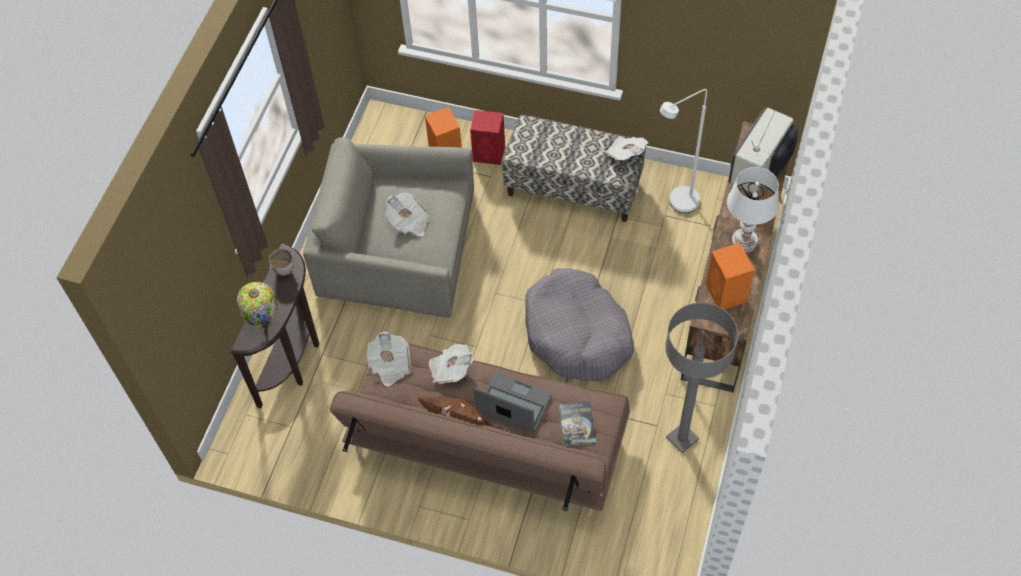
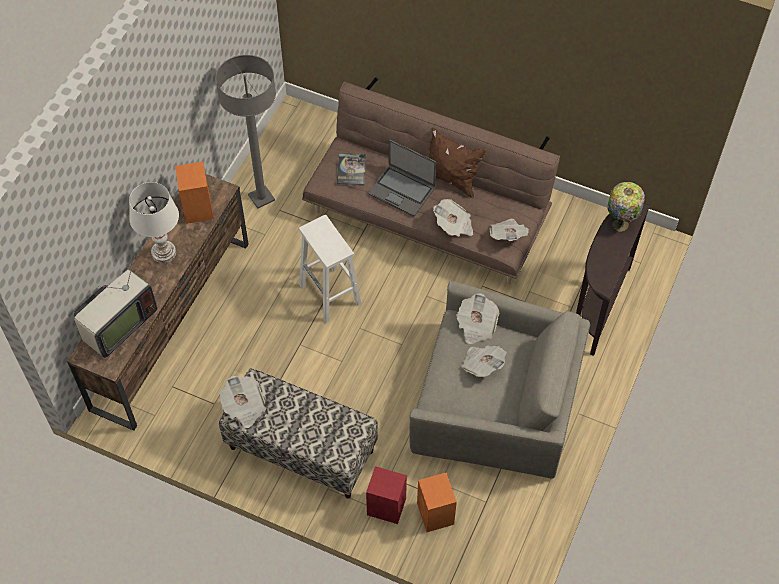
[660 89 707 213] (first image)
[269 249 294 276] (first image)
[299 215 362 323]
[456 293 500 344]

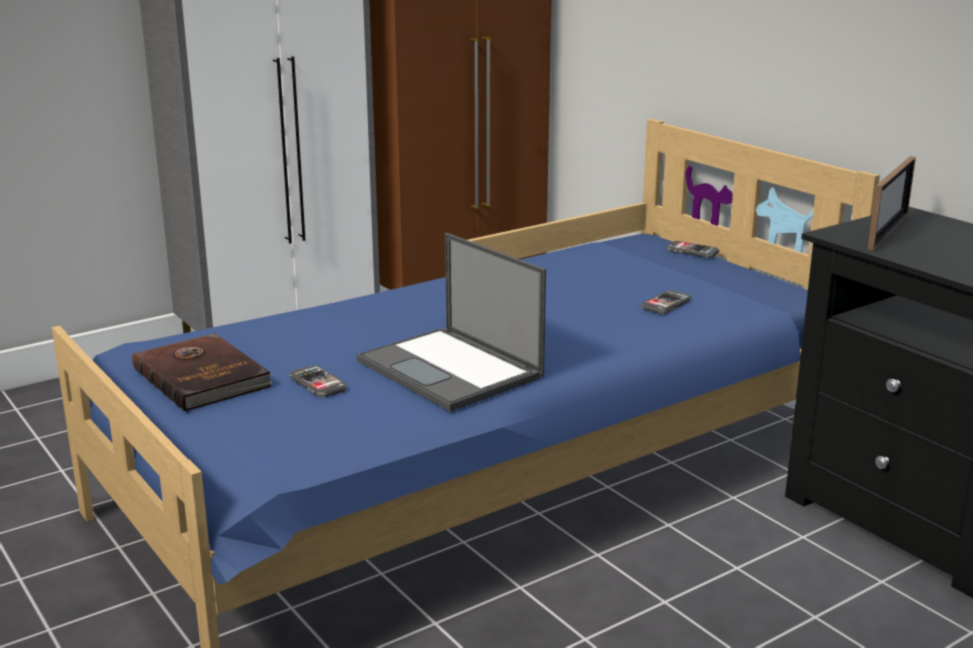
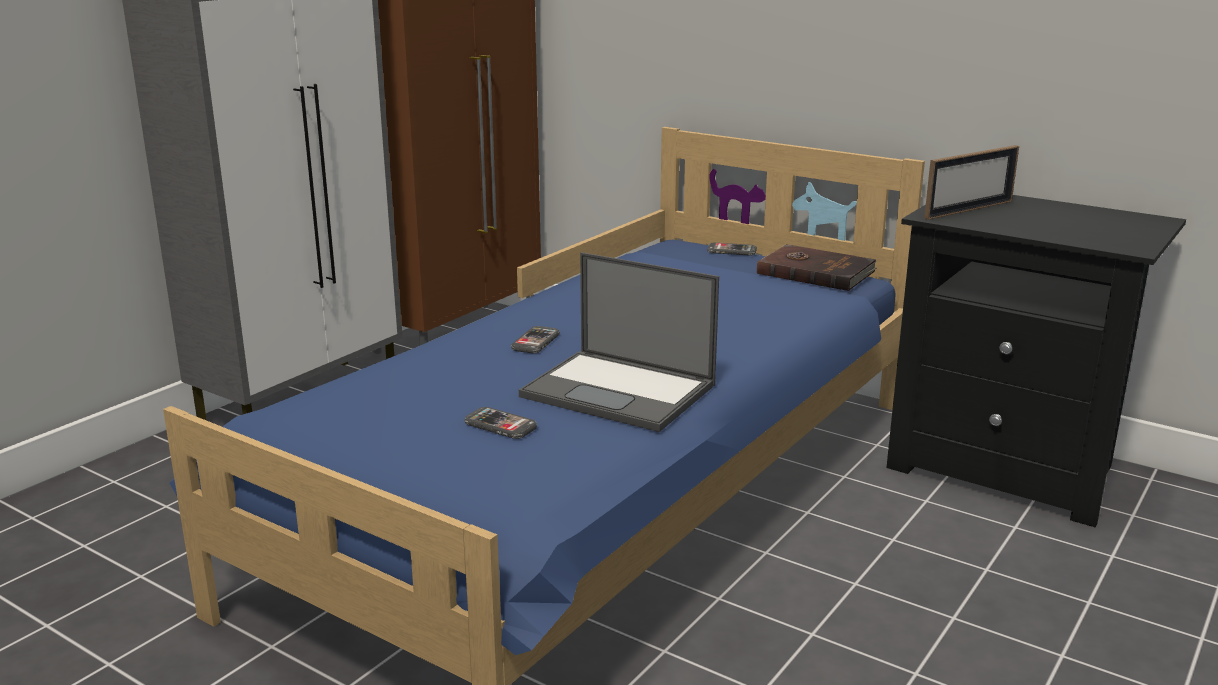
[924 145 1019 220]
[511 326 560 353]
[757 244 877 291]

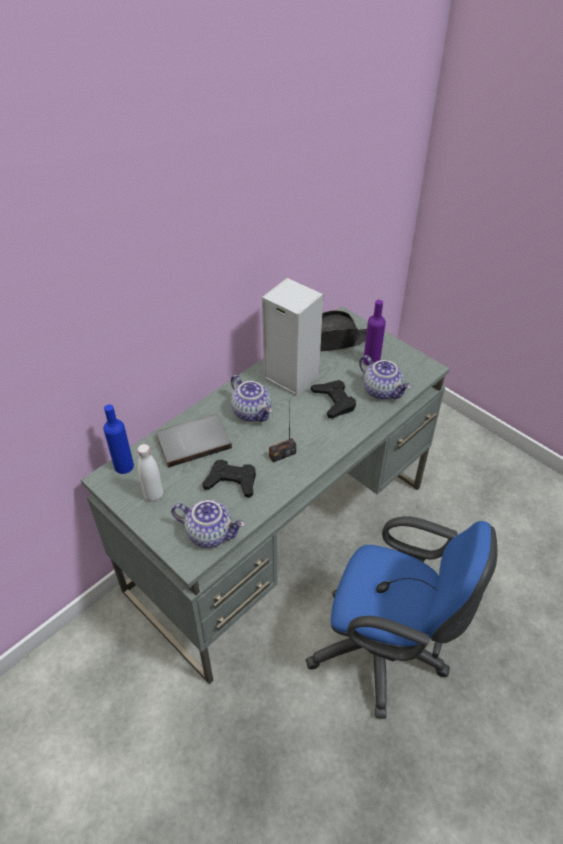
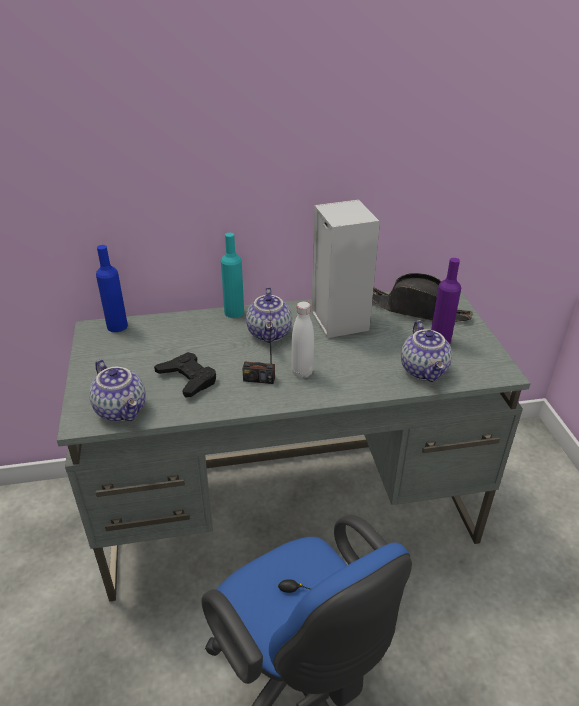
[311 380 356 418] (first image)
[156 414 232 468] (first image)
[291 301 314 378]
[221 233 244 318]

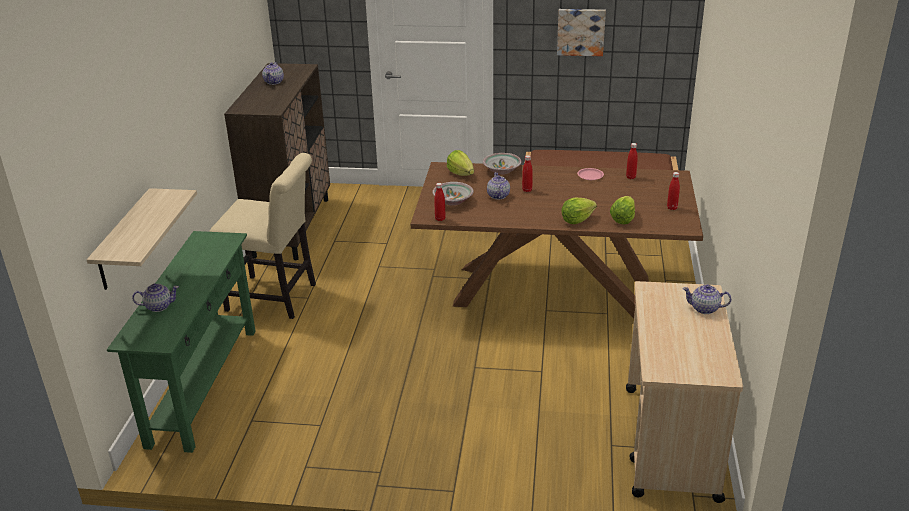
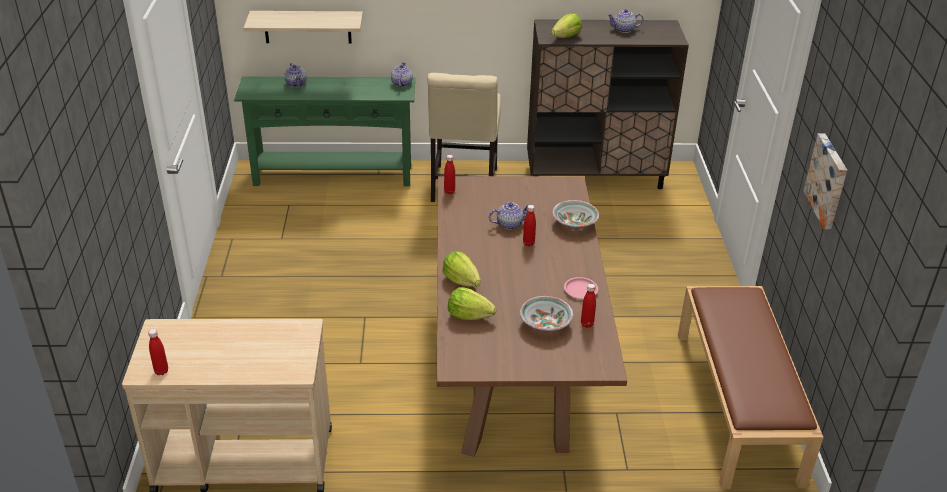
[551 13 582 38]
[148 329 168 375]
[520 296 574 332]
[391 62 413 87]

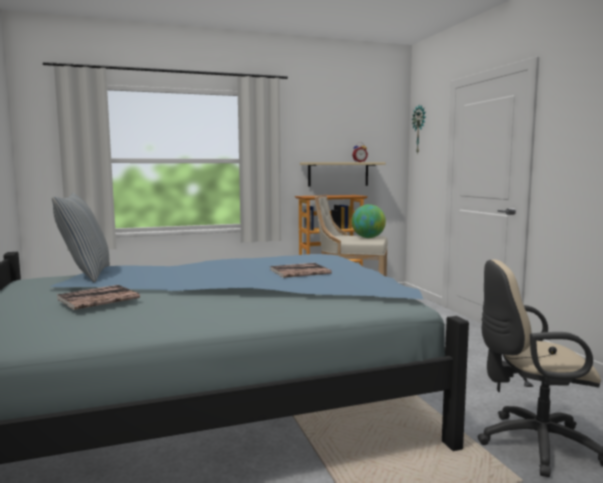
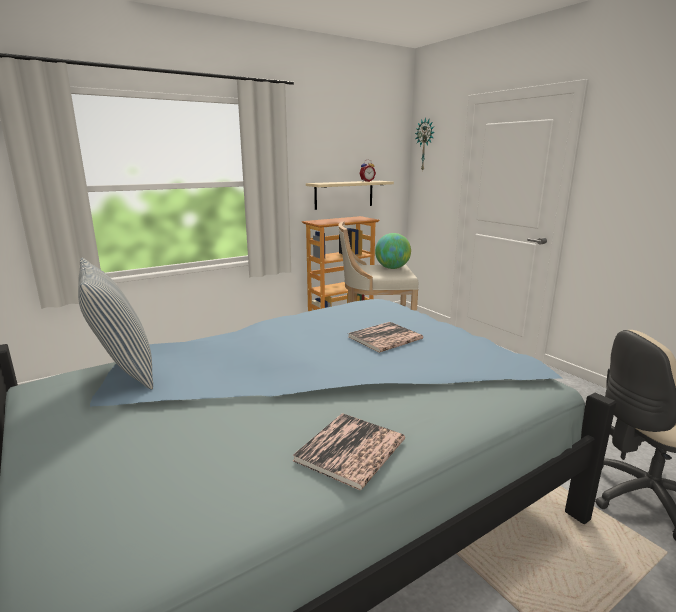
[292 413 405 490]

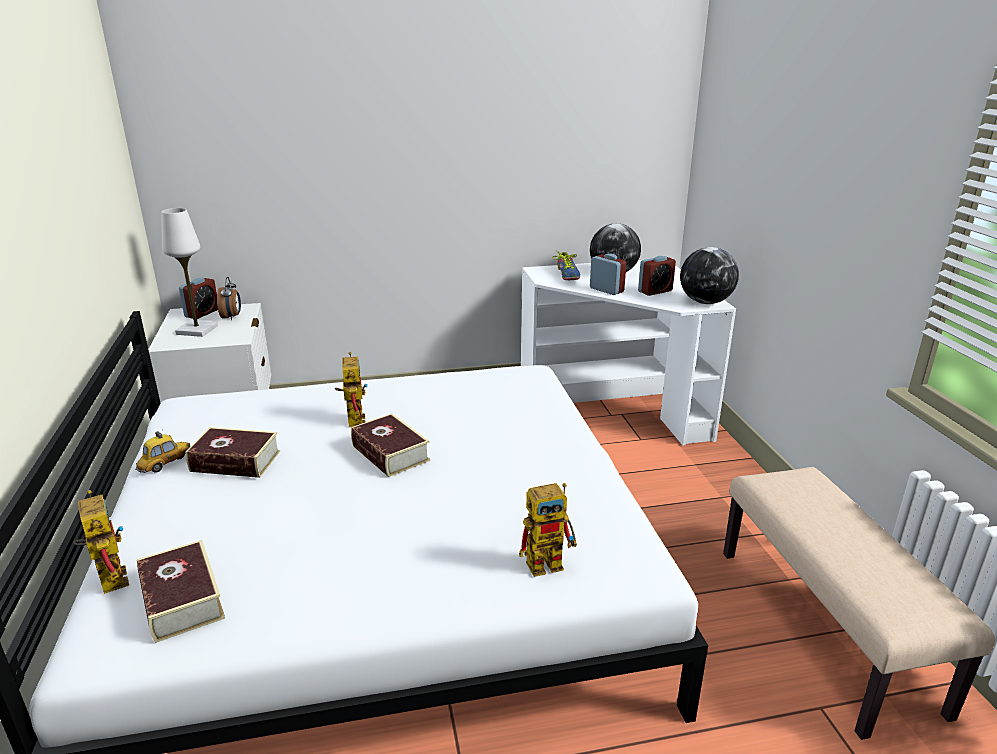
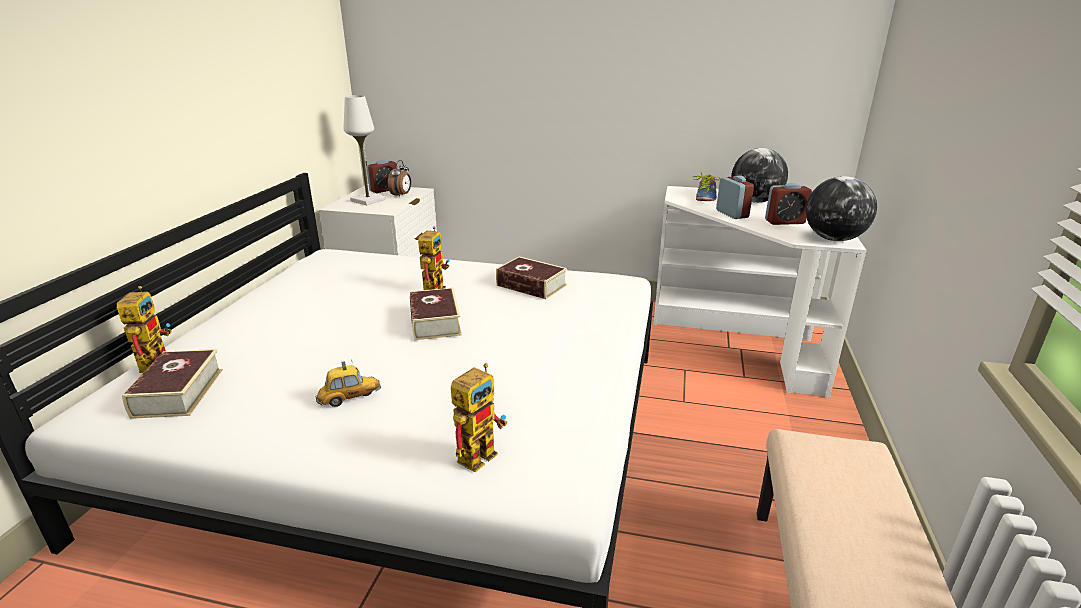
[496 257 567 299]
[316 360 381 407]
[451 363 507 472]

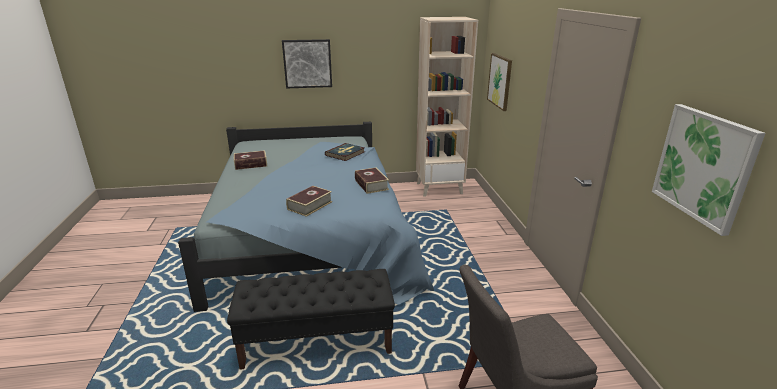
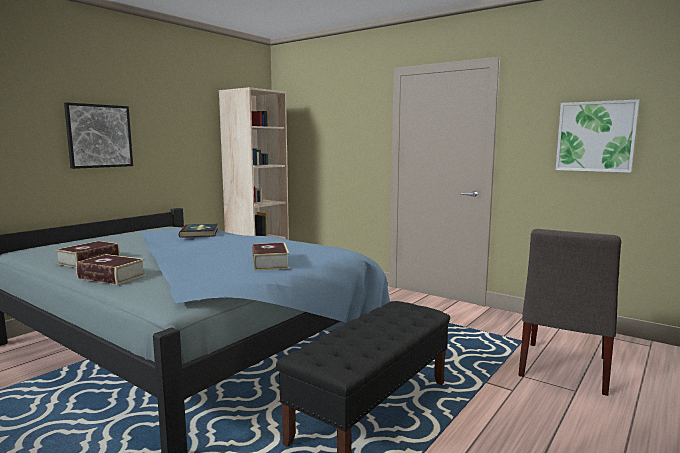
[487 53 512 111] (first image)
[76 254 146 285]

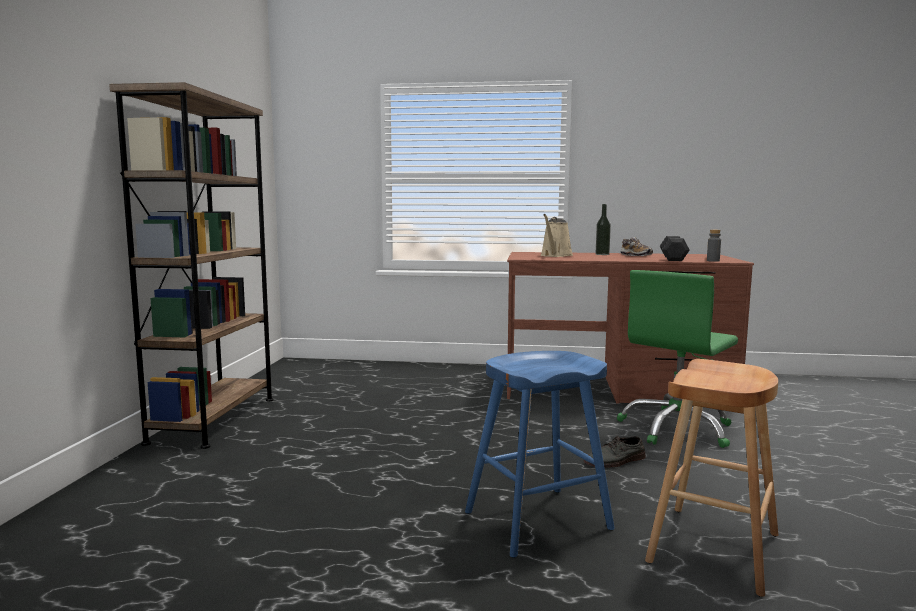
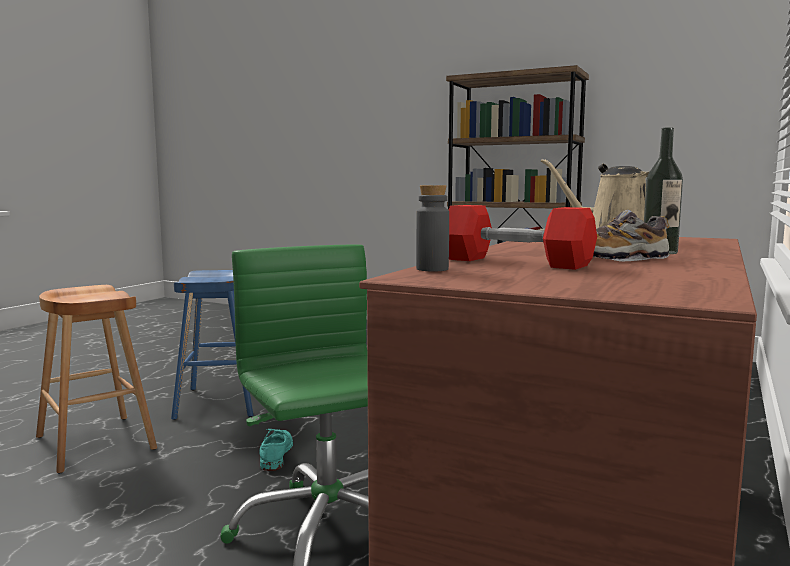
[448 205 597 270]
[259 429 293 471]

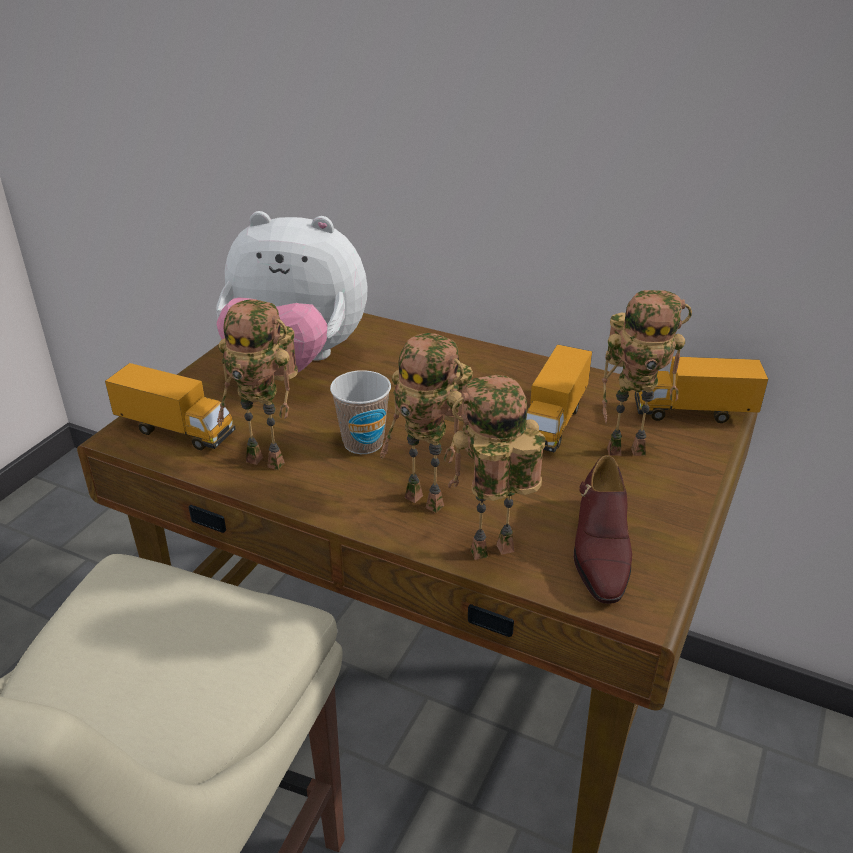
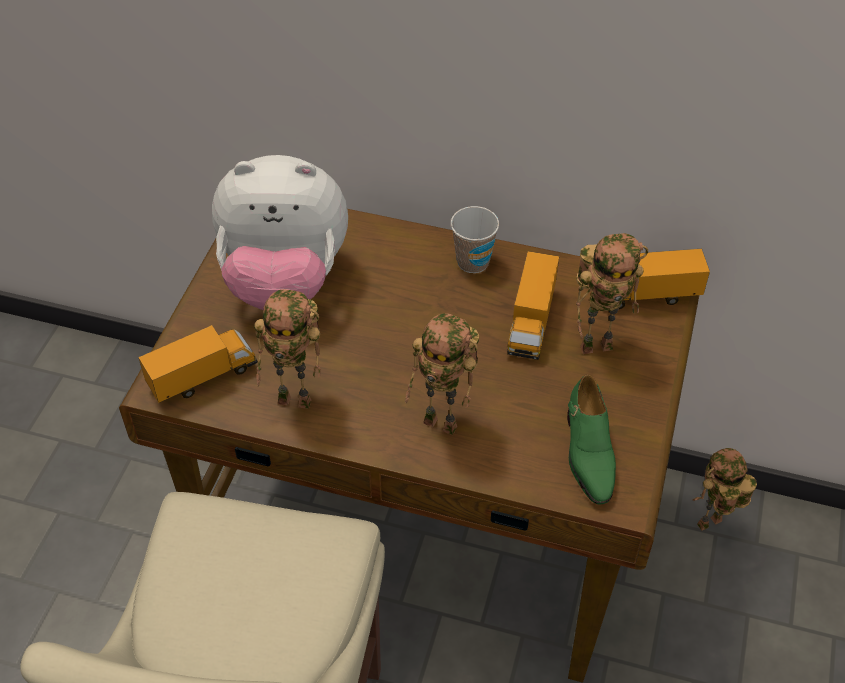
[138 325 258 403]
[451 206 499 273]
[692 448 757 531]
[567 374 616 504]

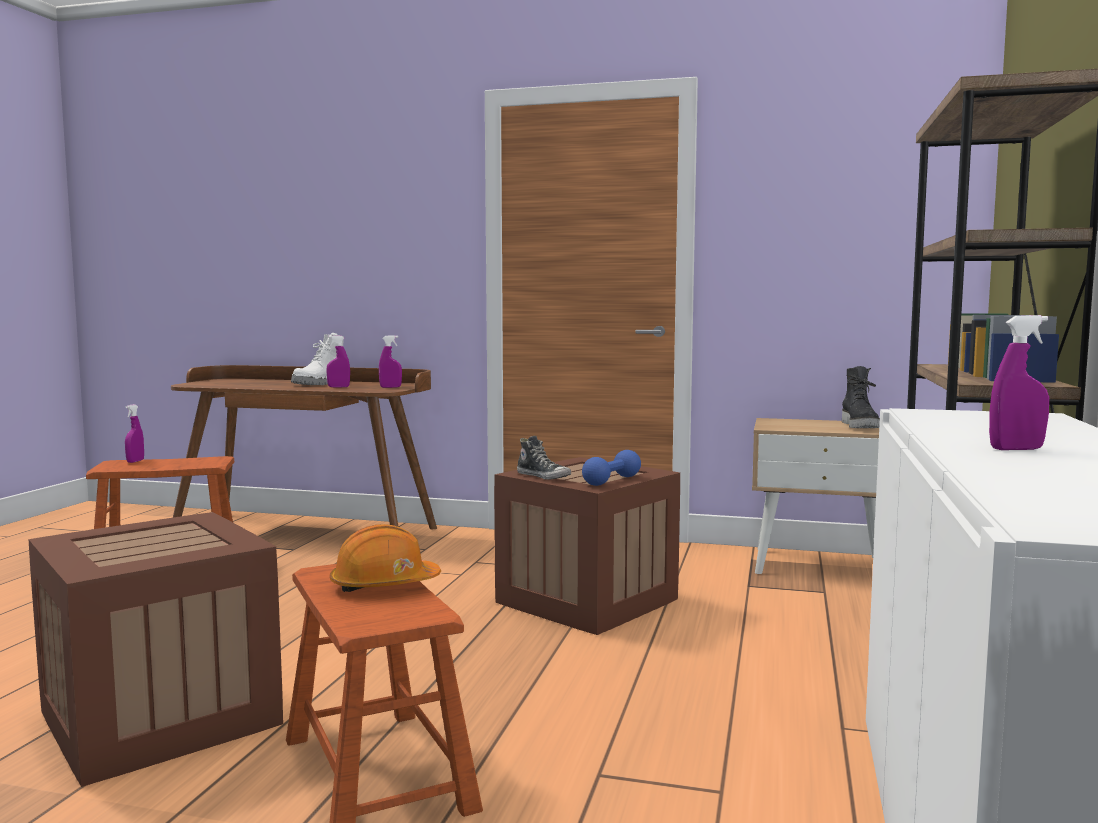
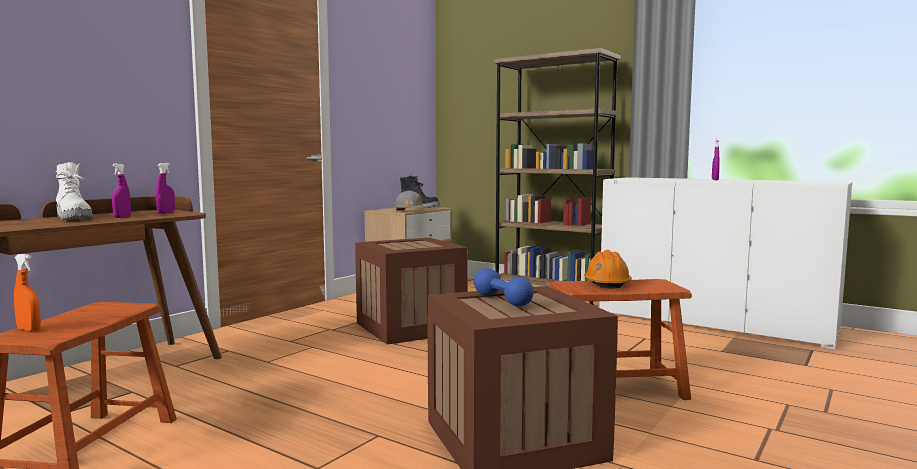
[14 254 41 331]
[517 436 571 480] (first image)
[474 268 534 307]
[393 191 428 211]

